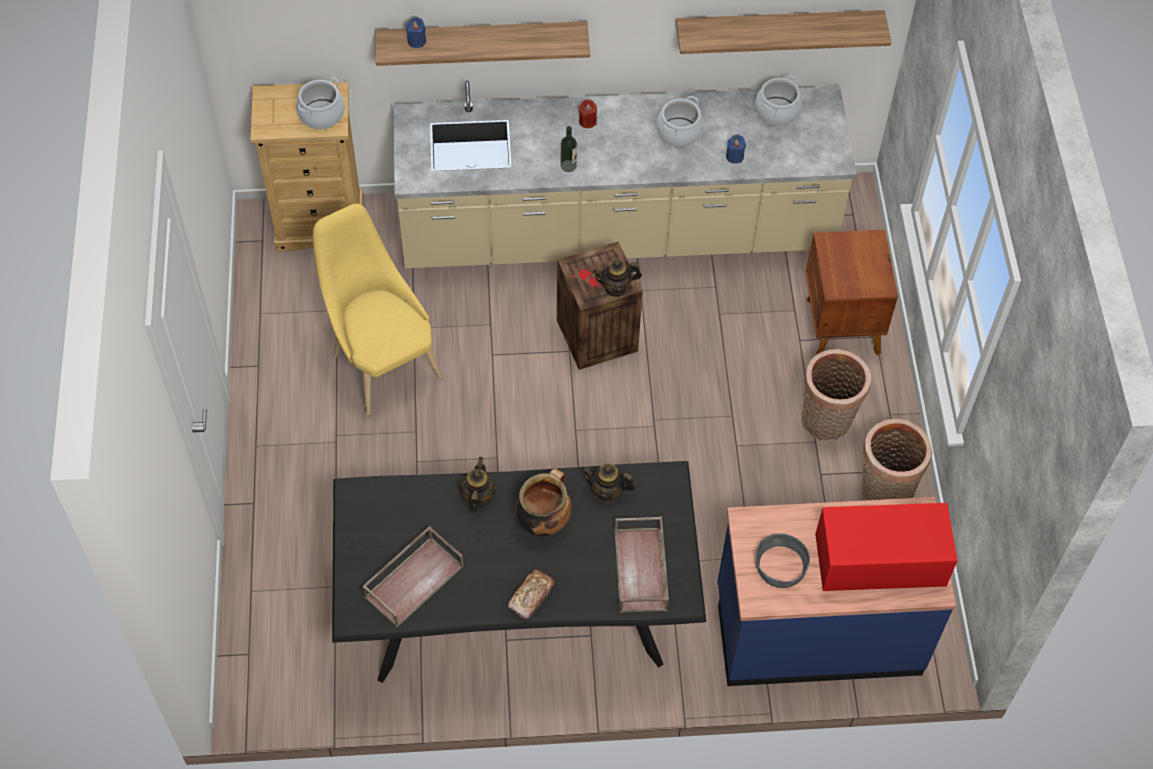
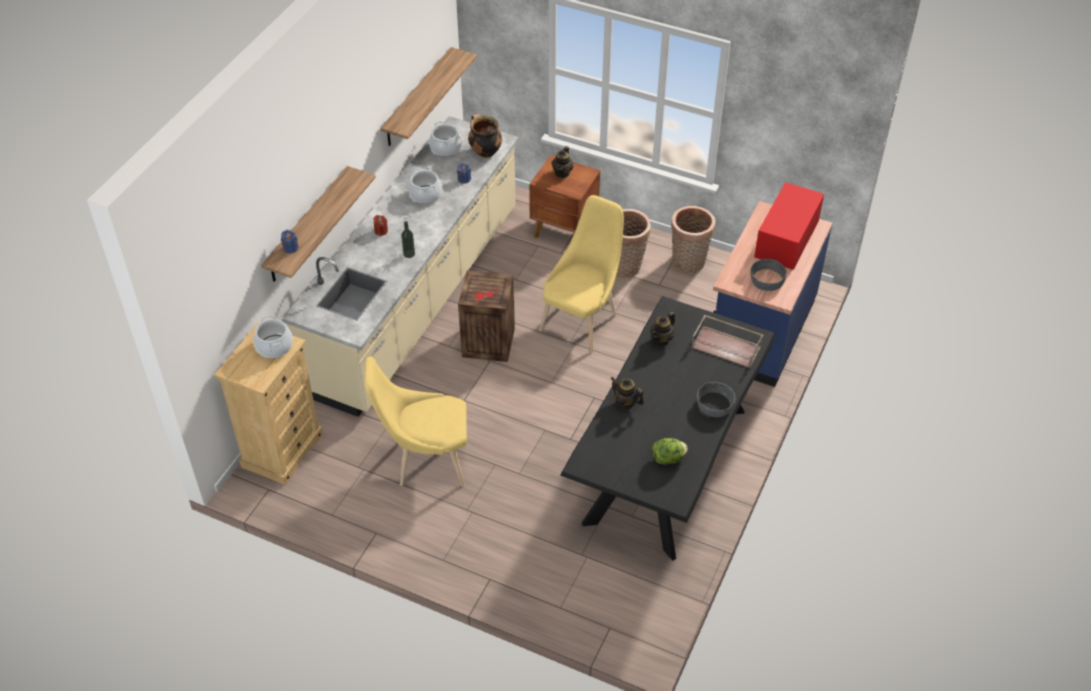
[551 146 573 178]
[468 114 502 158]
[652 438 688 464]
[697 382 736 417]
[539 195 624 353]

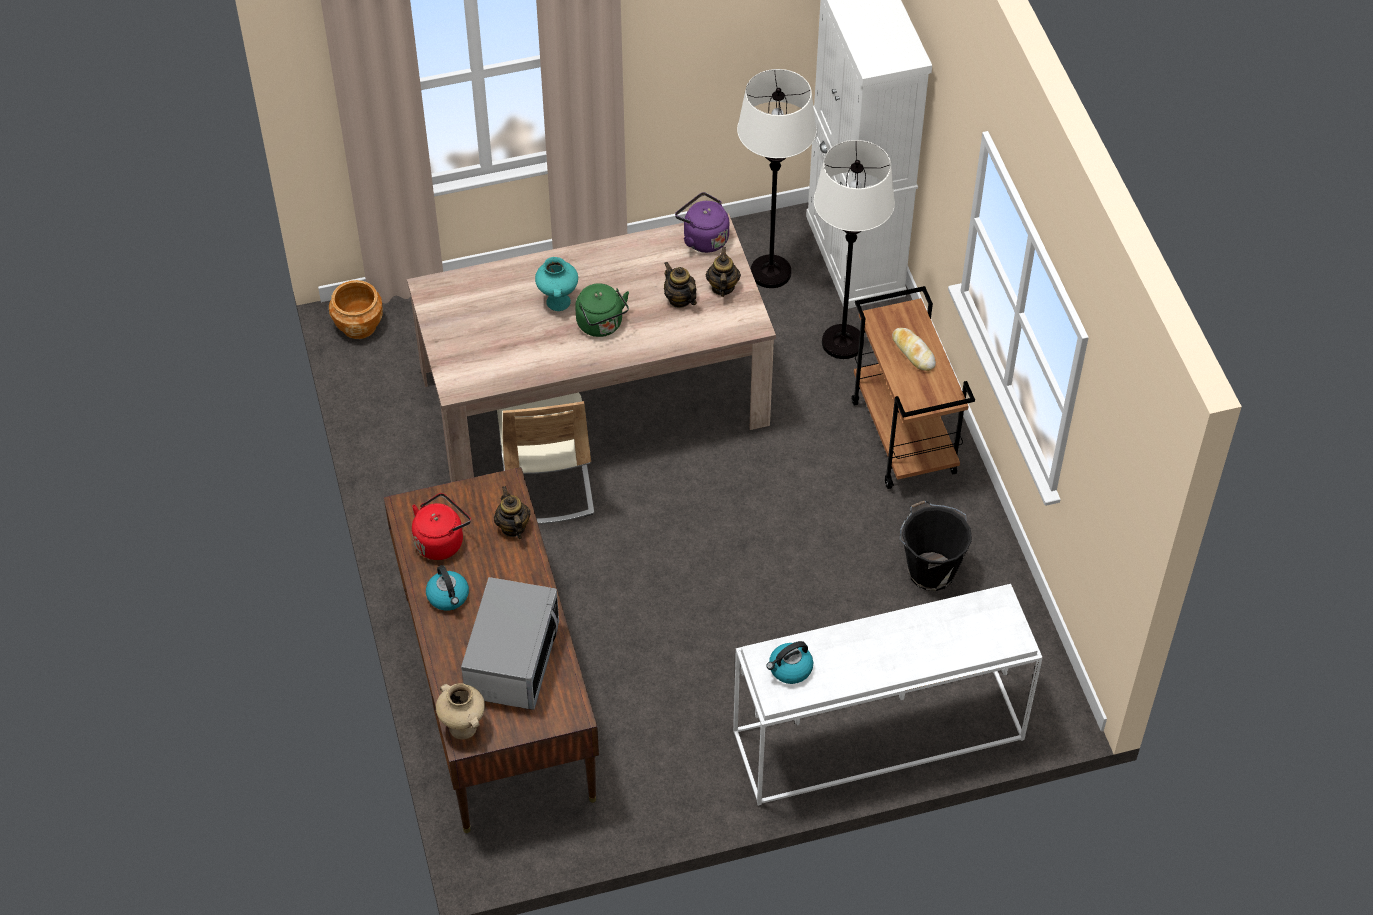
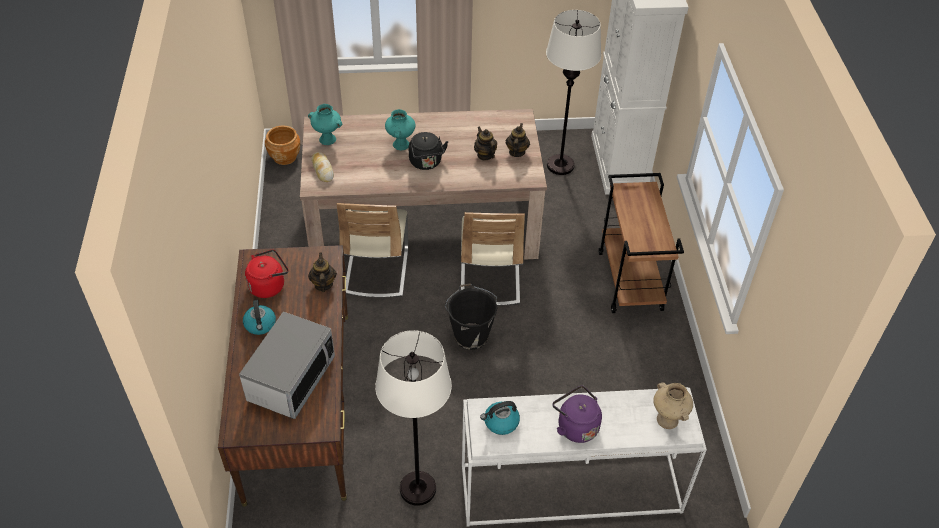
[375 330 452 506]
[553 386 602 443]
[409 132 448 170]
[312 152 334 182]
[445 283 498 350]
[653 382 693 429]
[308 104 343 145]
[461 212 525 306]

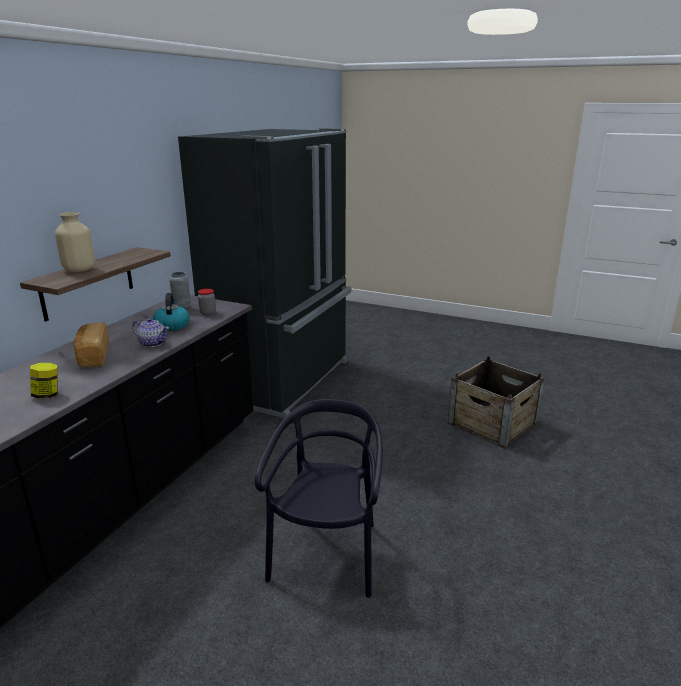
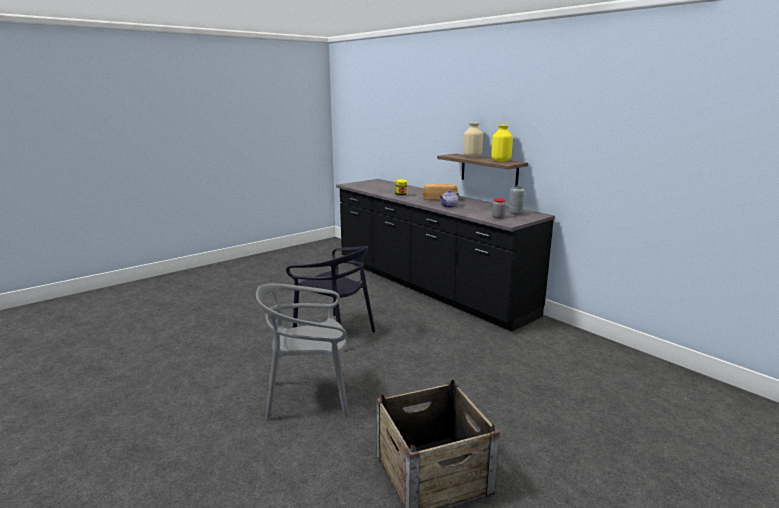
[178 128 352 418] (first image)
[153 293 190 331] (first image)
[491 125 513 162]
[256 283 349 420]

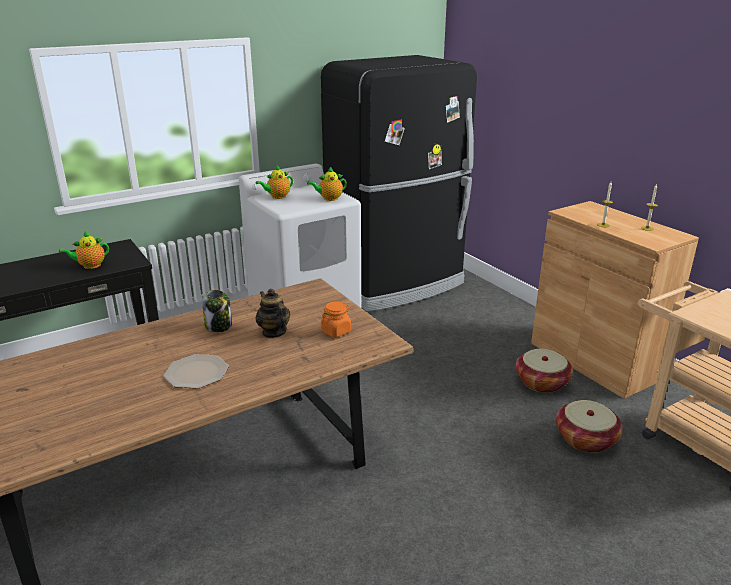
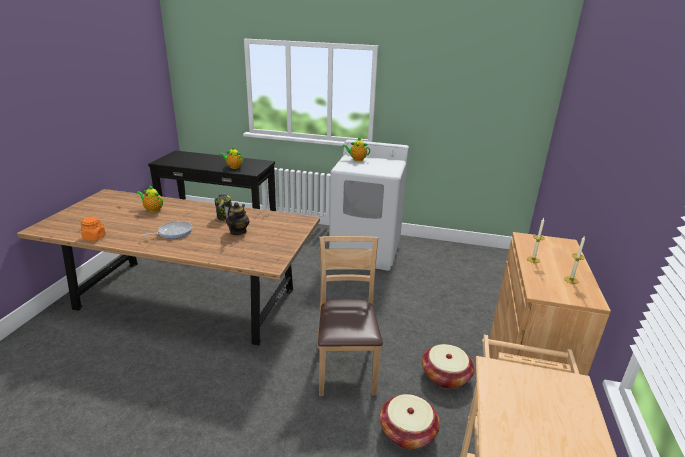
[321 55 477 312] (first image)
[137 185 163 212]
[80 217 106 241]
[141 221 192 239]
[317 236 383 396]

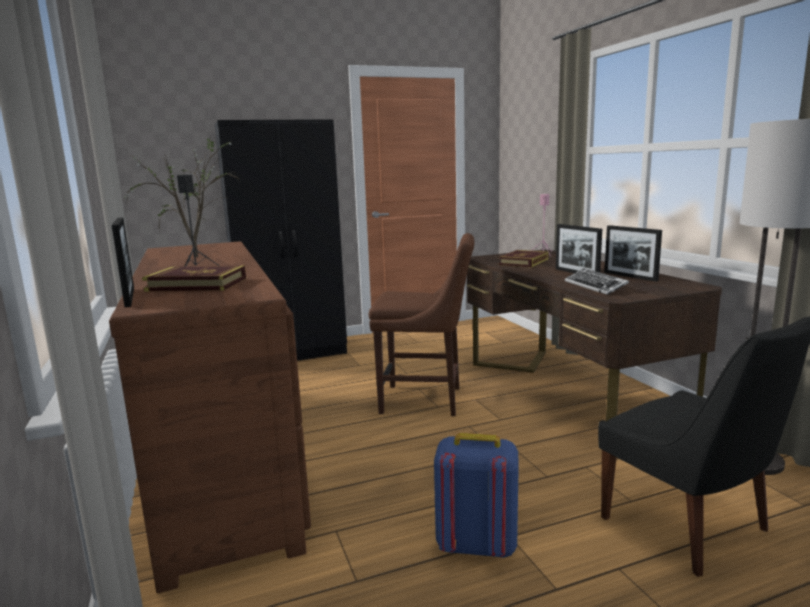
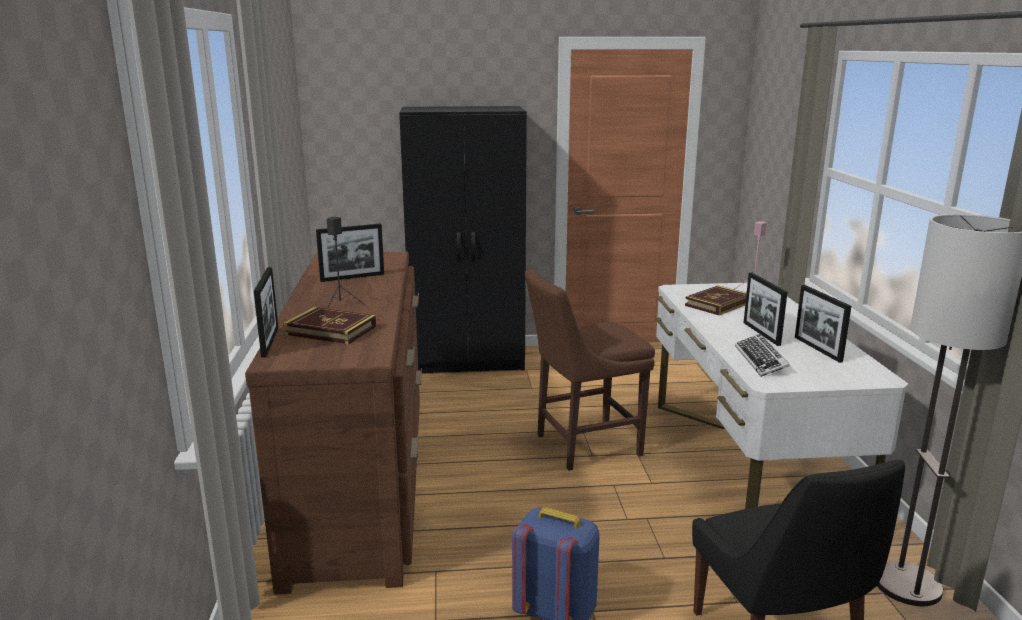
[316 223 384 282]
[525 269 655 471]
[655 283 908 509]

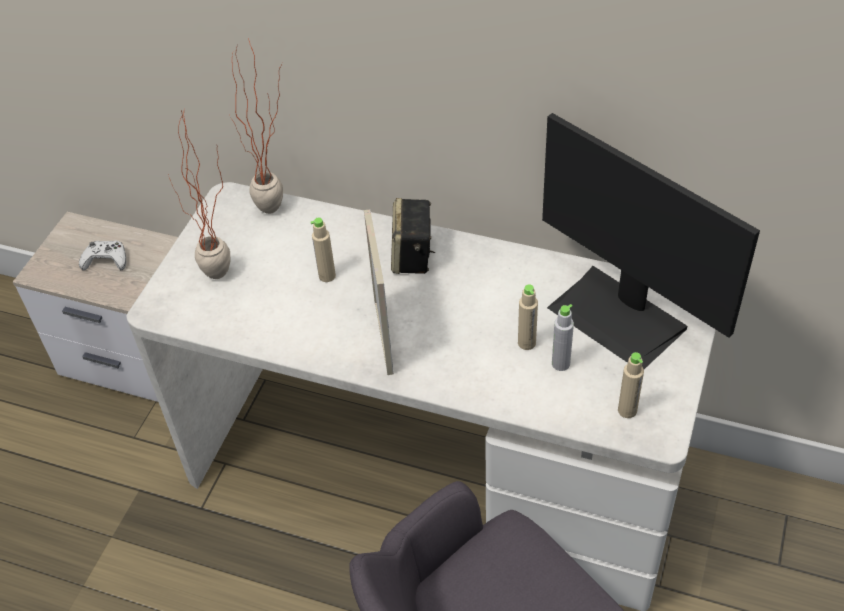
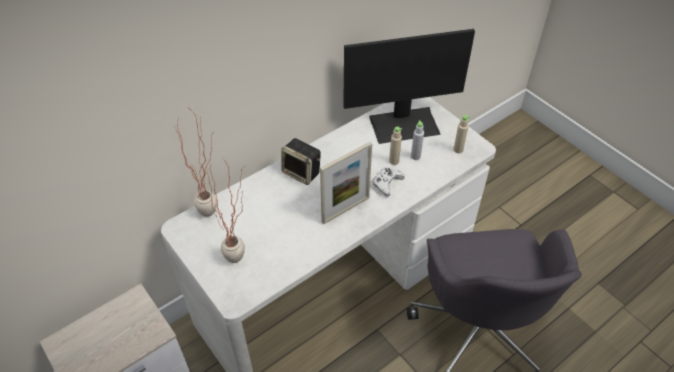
[320 142 372 224]
[310 217 336 282] (first image)
[373 168 404 196]

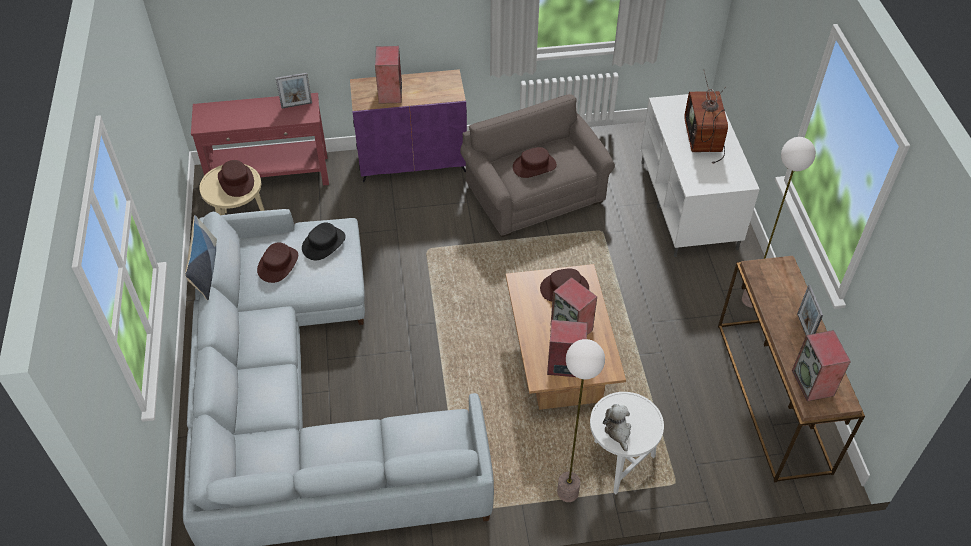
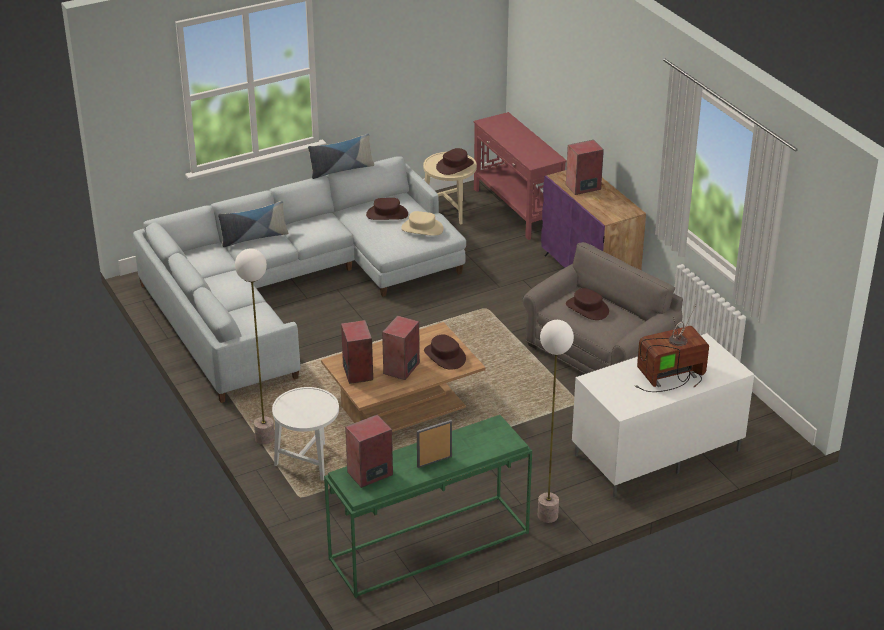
[276 73 312 108] (first image)
[401 211 444 236]
[324 415 532 598]
[603 404 631 451] (first image)
[218 201 288 247]

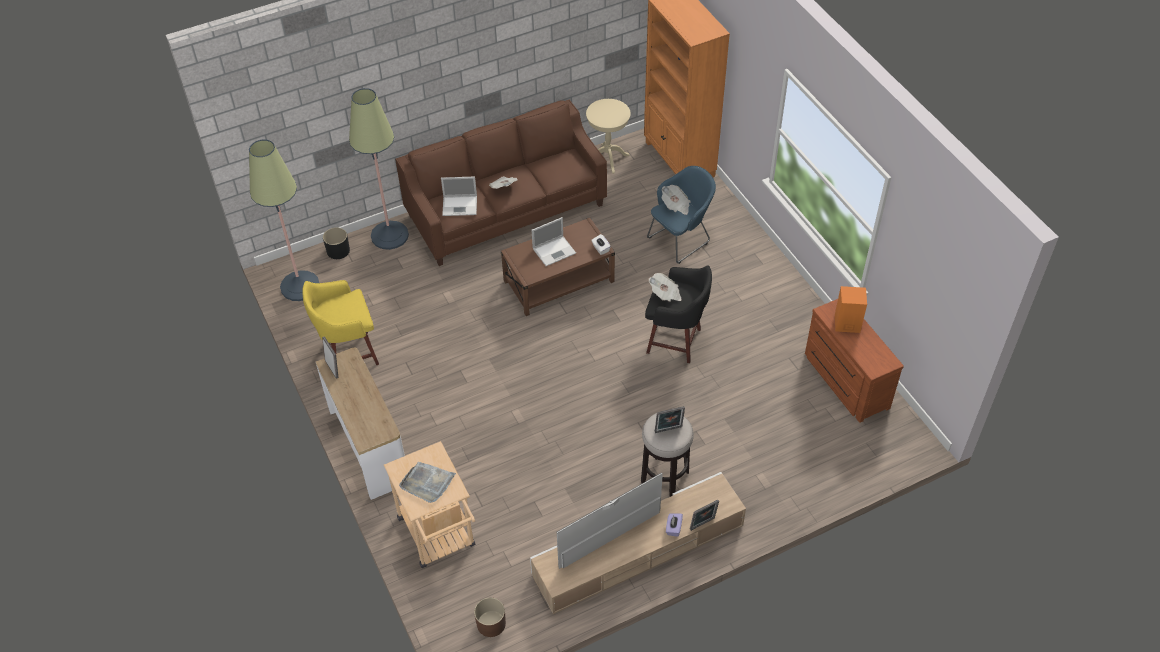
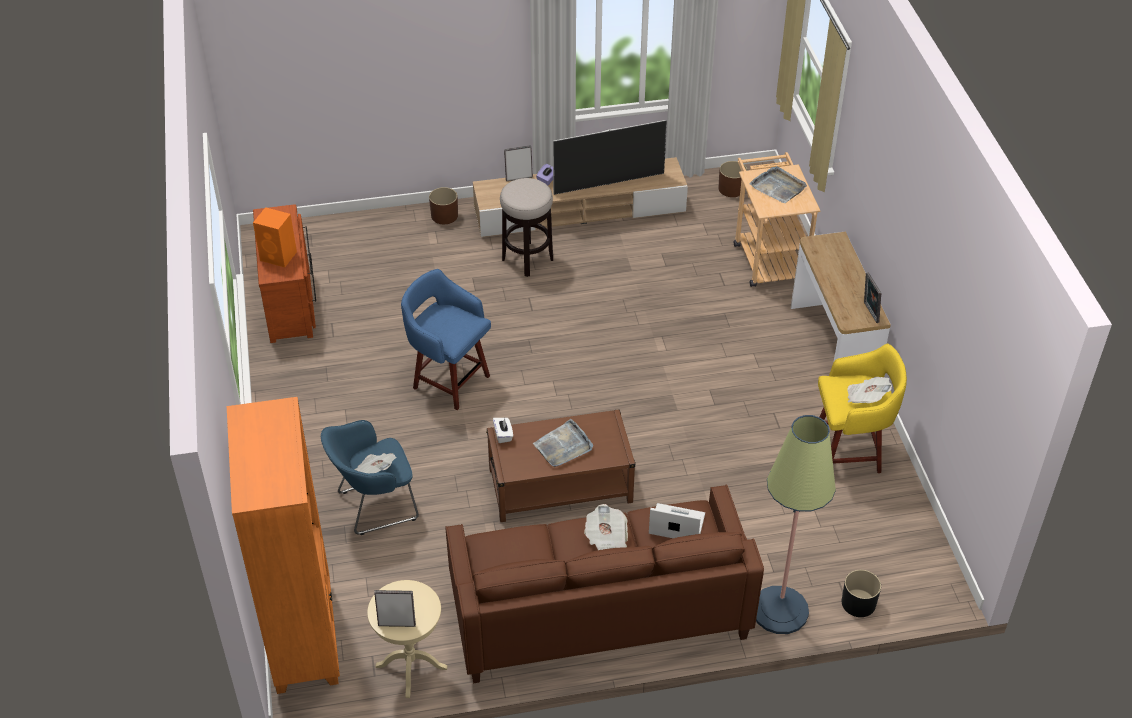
[249 139 319 301] (first image)
[533 419 593 467]
[401 269 491 410]
[848 377 892 403]
[374 590 416 627]
[429 187 458 224]

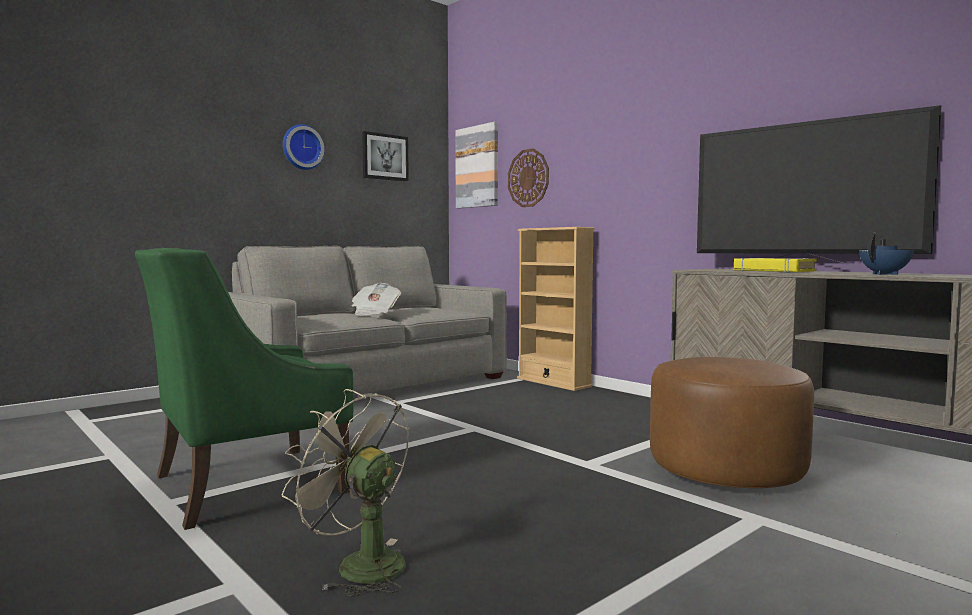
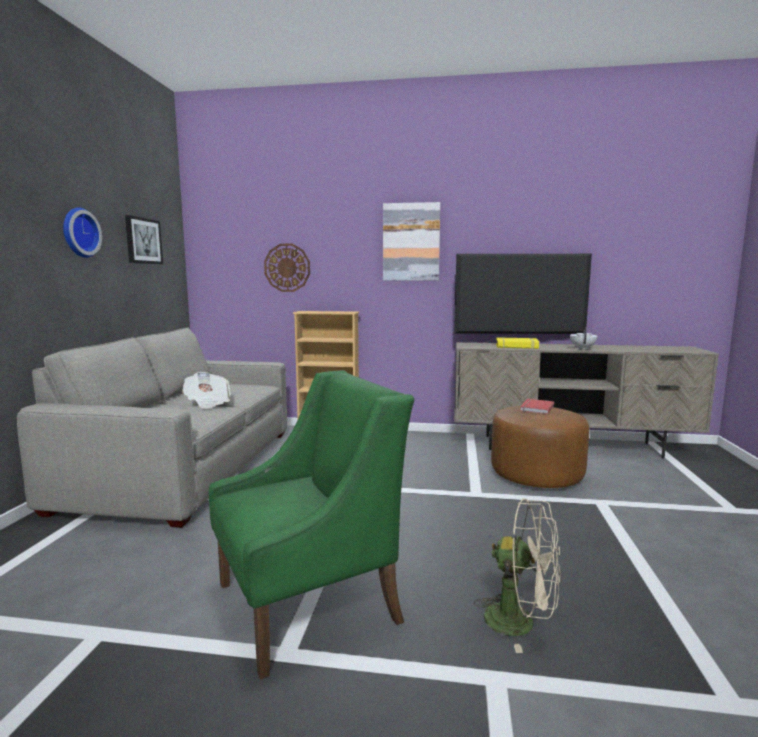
[383 202 441 281]
[570 328 597 350]
[209 370 414 679]
[474 498 561 653]
[520 399 554 414]

